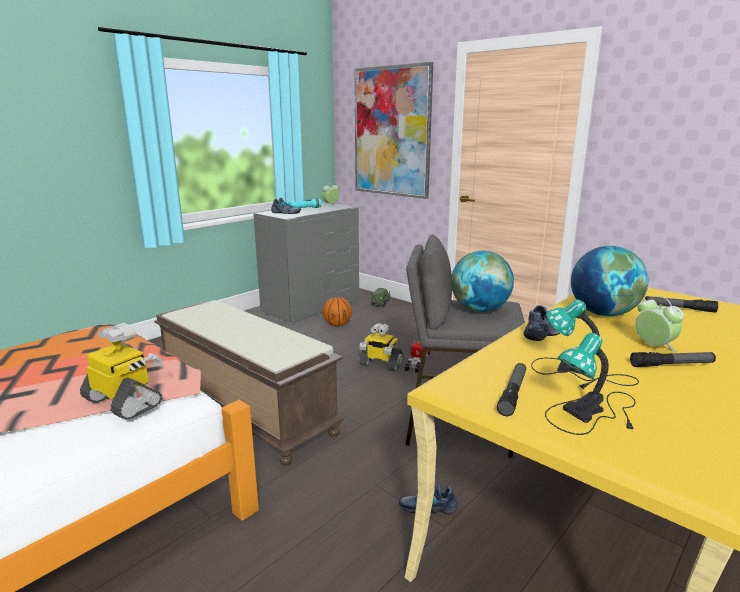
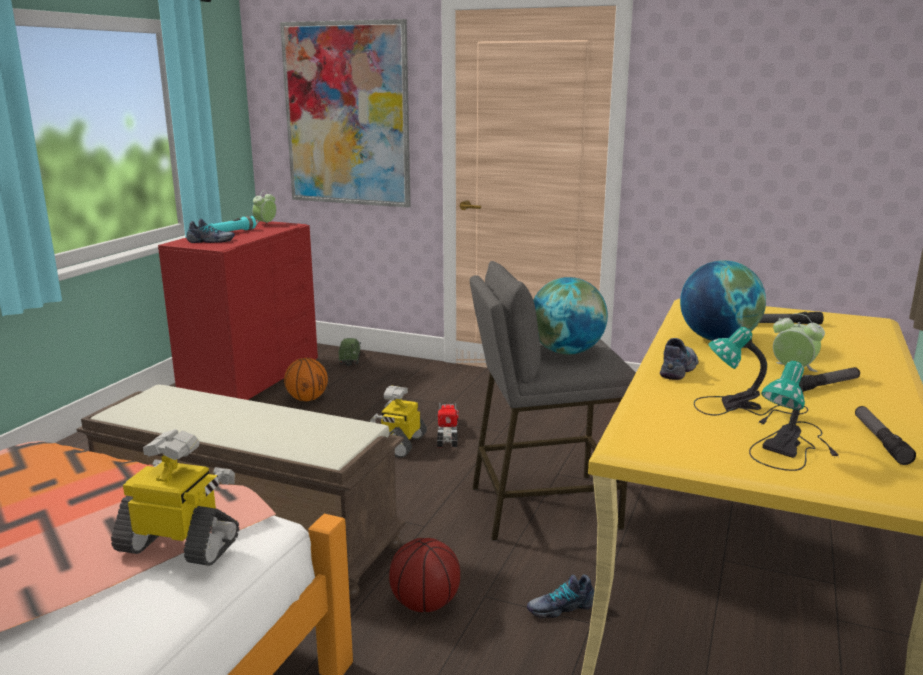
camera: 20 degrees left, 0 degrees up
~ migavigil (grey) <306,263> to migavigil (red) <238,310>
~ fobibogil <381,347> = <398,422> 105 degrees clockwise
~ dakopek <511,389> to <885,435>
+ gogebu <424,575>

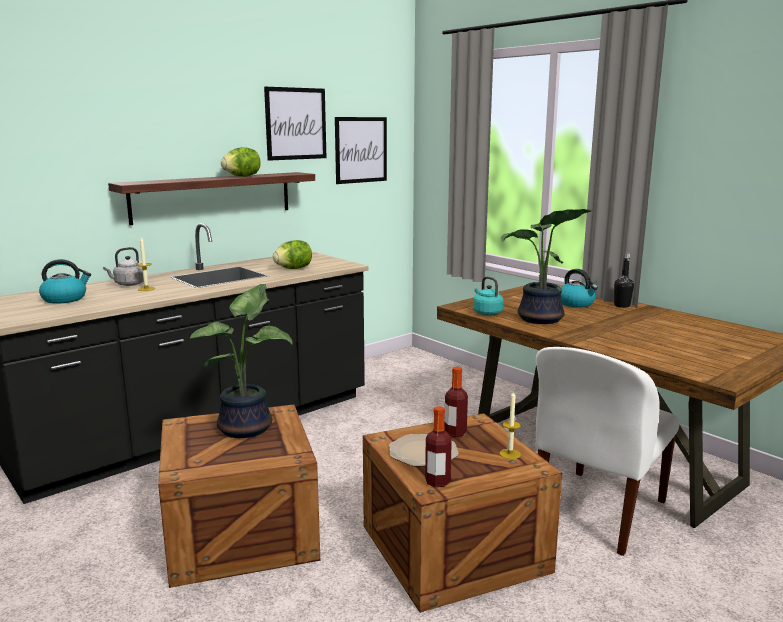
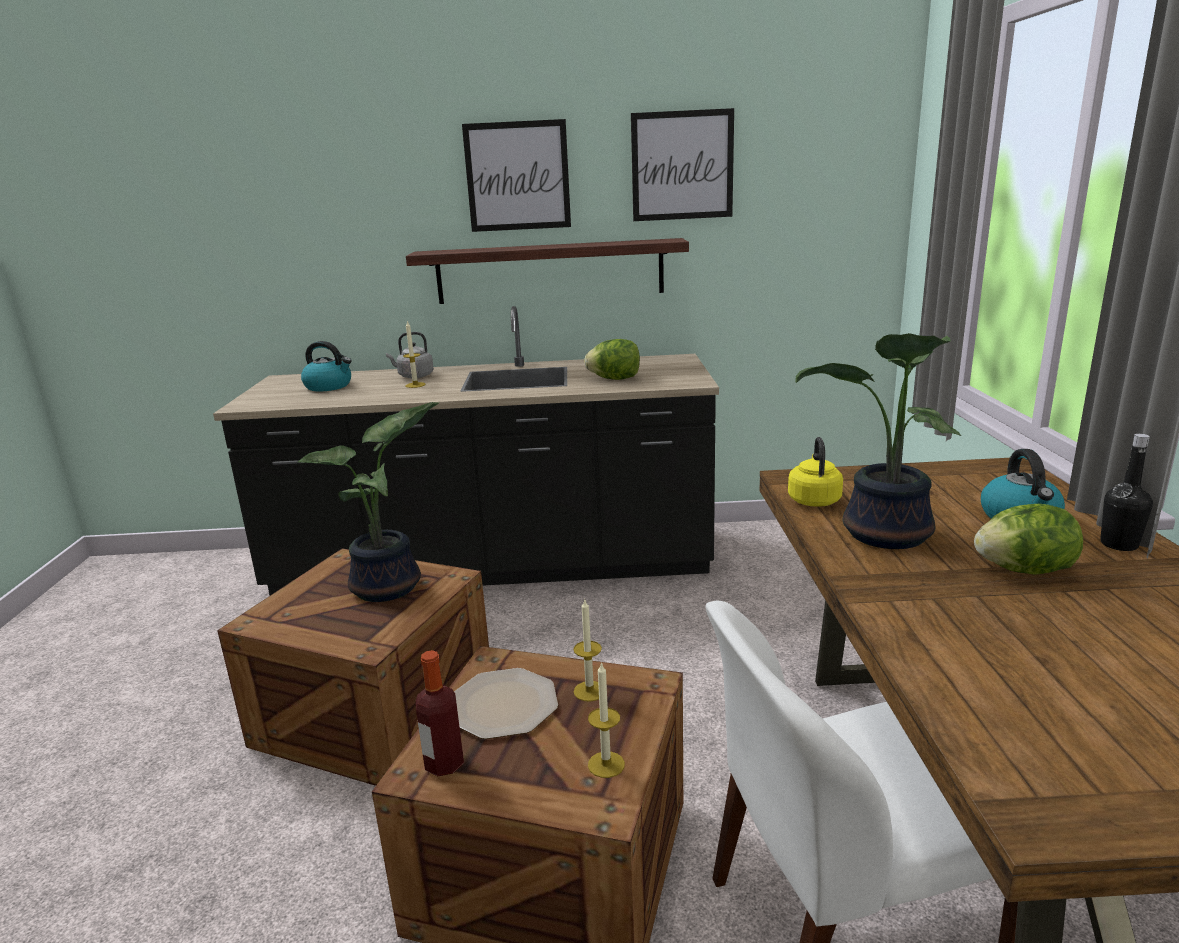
camera: 40 degrees right, 5 degrees up
~ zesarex <361,150> to <516,175>
~ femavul <241,162> to <1028,539>
~ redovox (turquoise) <488,295> to redovox (yellow) <815,472>
~ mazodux <456,402> to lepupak <587,651>

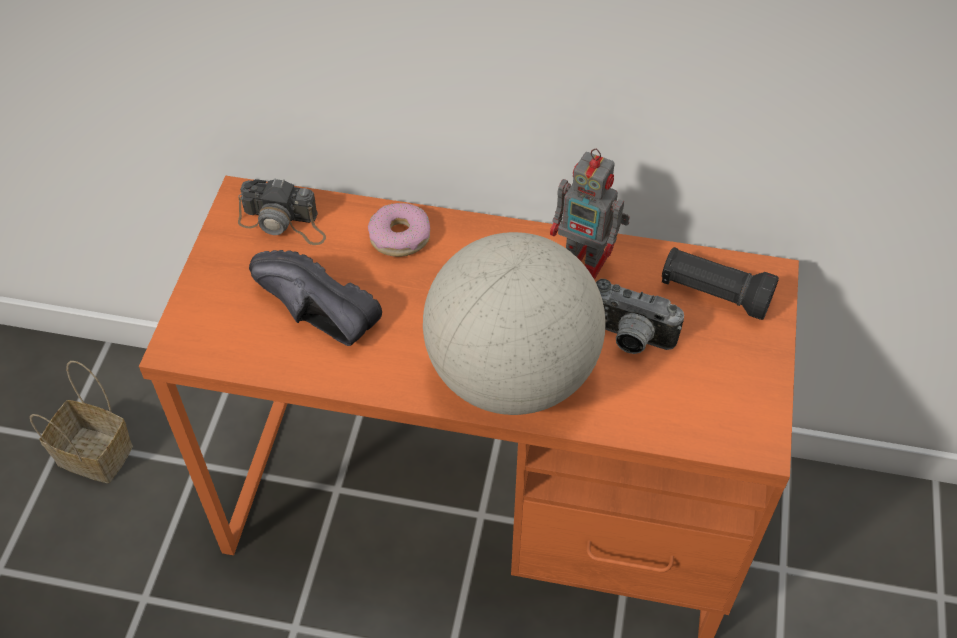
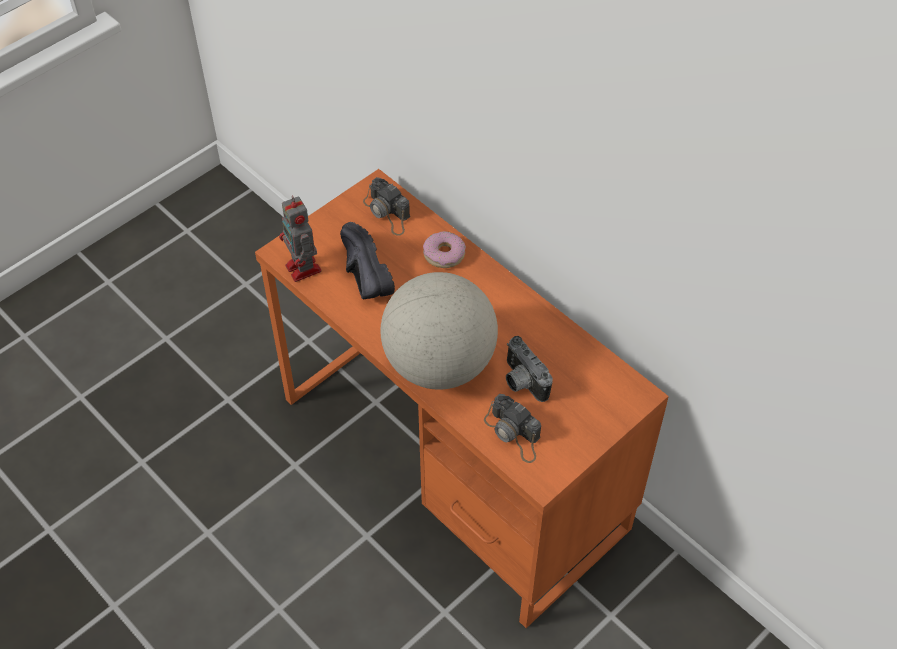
camera: 35 degrees right, 0 degrees up
~ fobibogil <590,214> to <300,238>
- dakopek (black) <720,283>
- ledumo <81,422>
+ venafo <512,428>

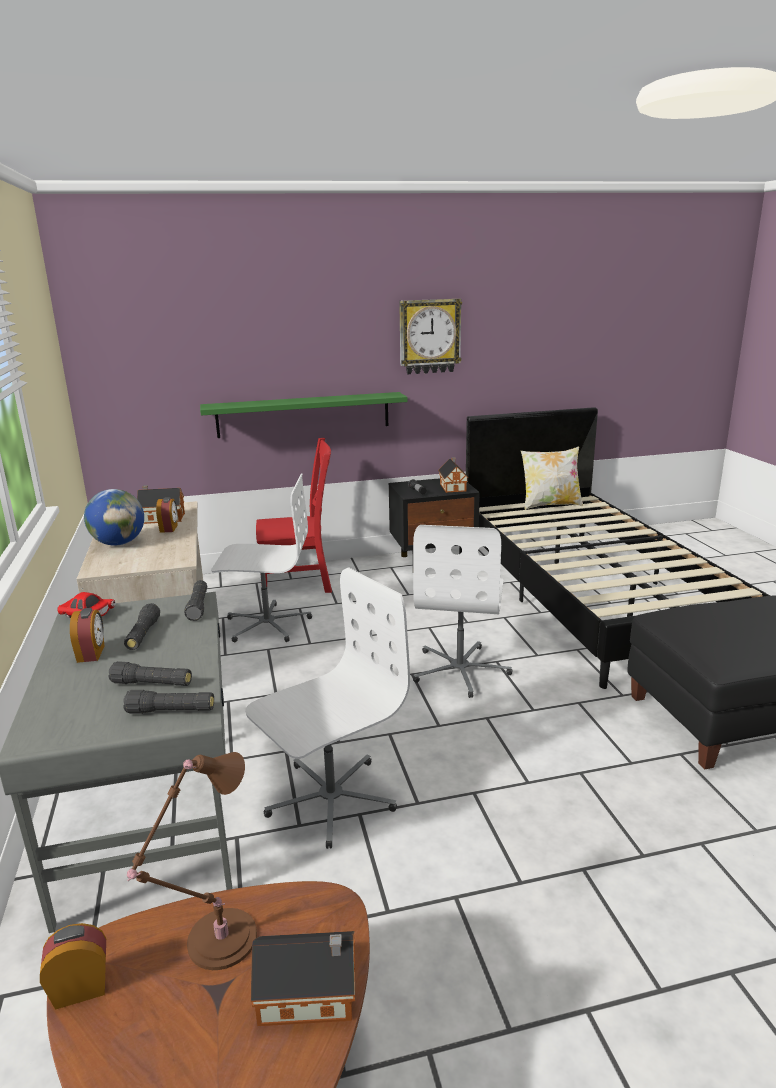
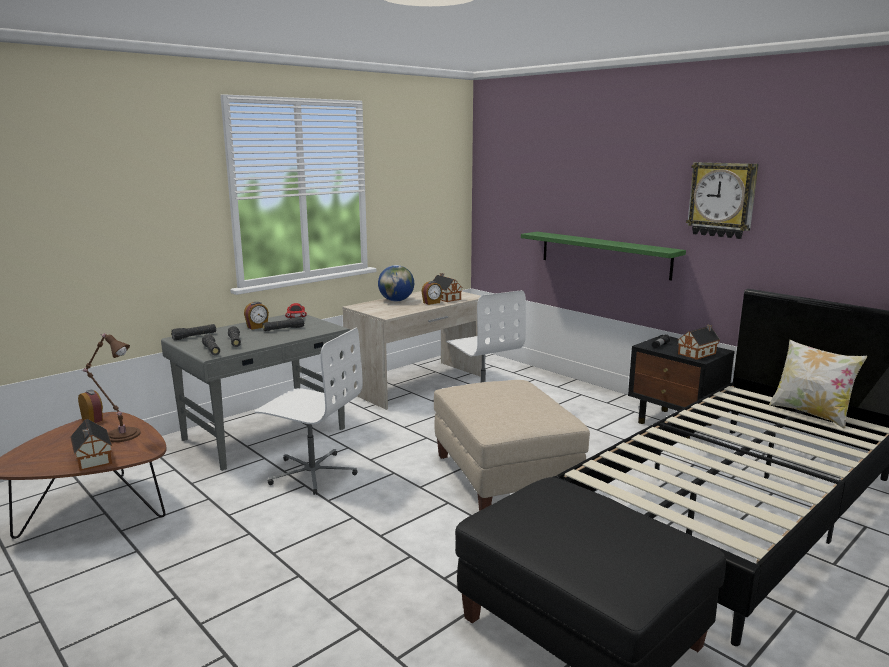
camera: 60 degrees right, 5 degrees down
- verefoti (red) <294,515>
~ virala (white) <462,611> to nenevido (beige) <512,445>
~ dakopek (black) <195,600> to <193,332>

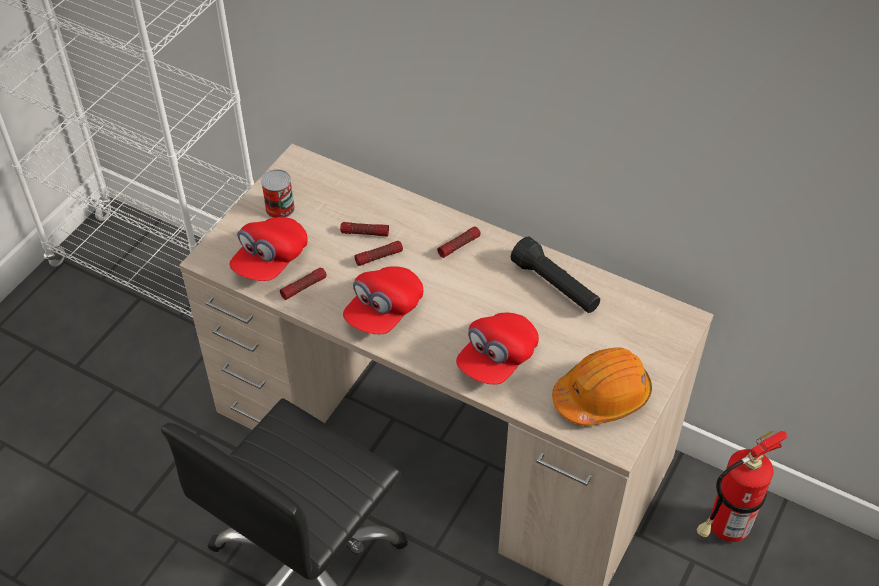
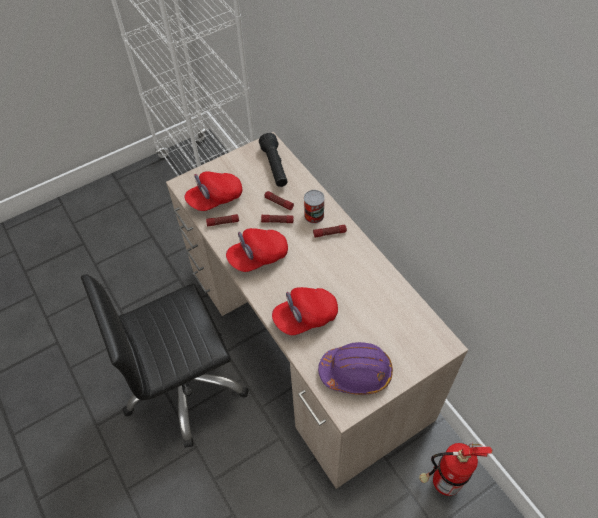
camera: 30 degrees right, 5 degrees up
~ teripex <278,193> to <314,207>
~ dakopek (black) <555,275> to <273,160>
~ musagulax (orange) <602,386> to musagulax (purple) <355,368>

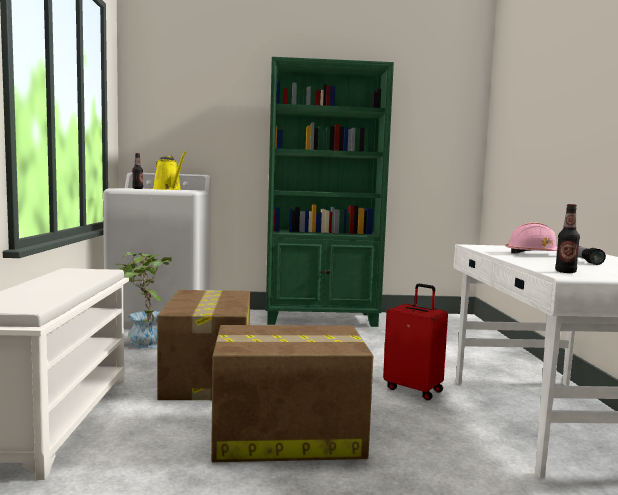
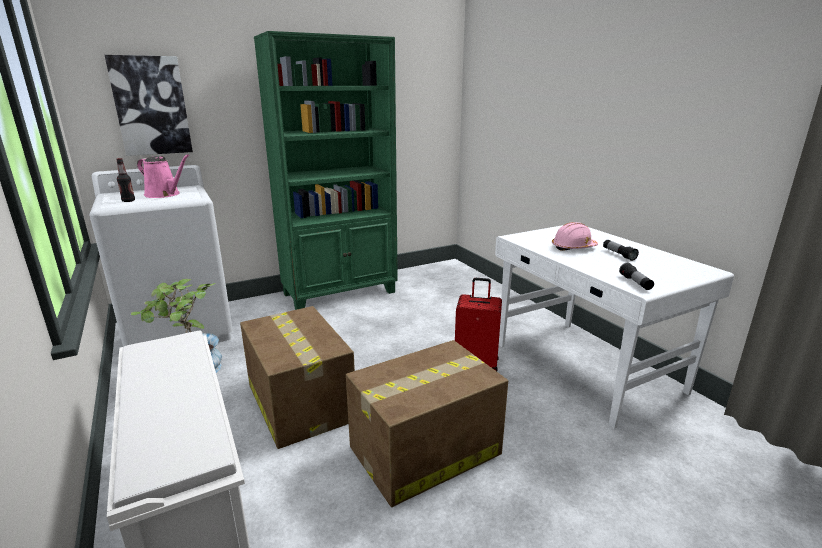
camera: 25 degrees left, 15 degrees up
~ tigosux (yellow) <169,171> to tigosux (pink) <163,176>
~ mazodux <567,238> to dakopek <636,276>
+ zesarex <149,105>

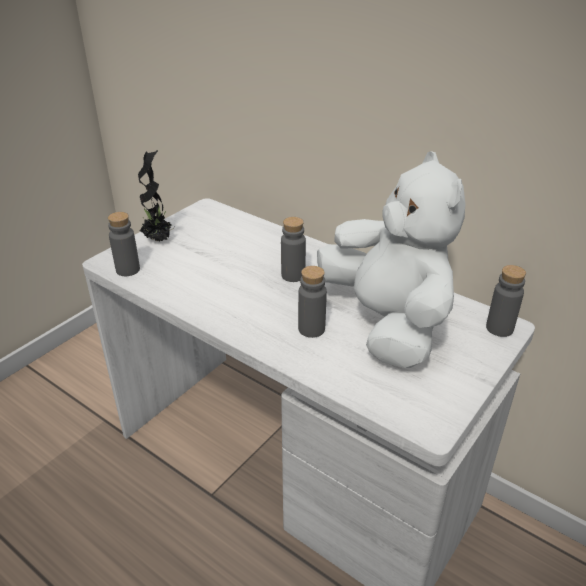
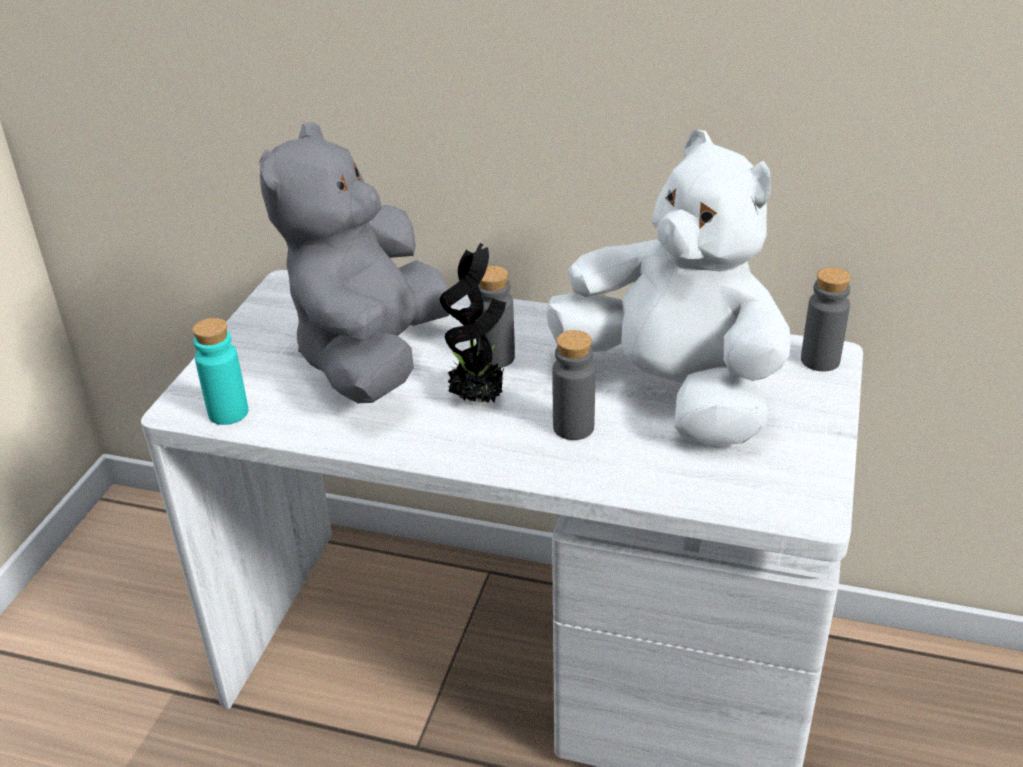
camera: 20 degrees left, 0 degrees up
~ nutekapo <156,196> to <473,323>
~ mazodux (grey) <124,244> to mazodux (turquoise) <220,371>
+ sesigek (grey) <355,262>

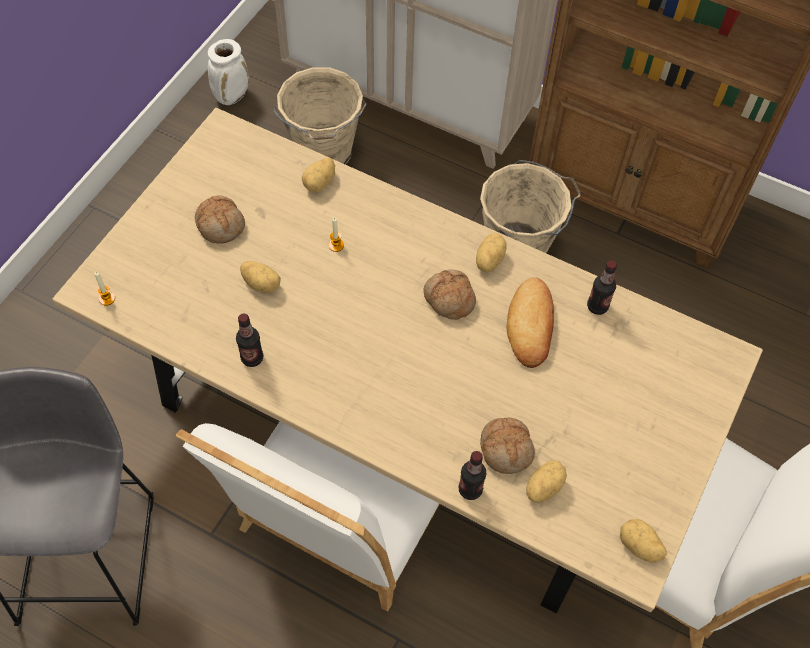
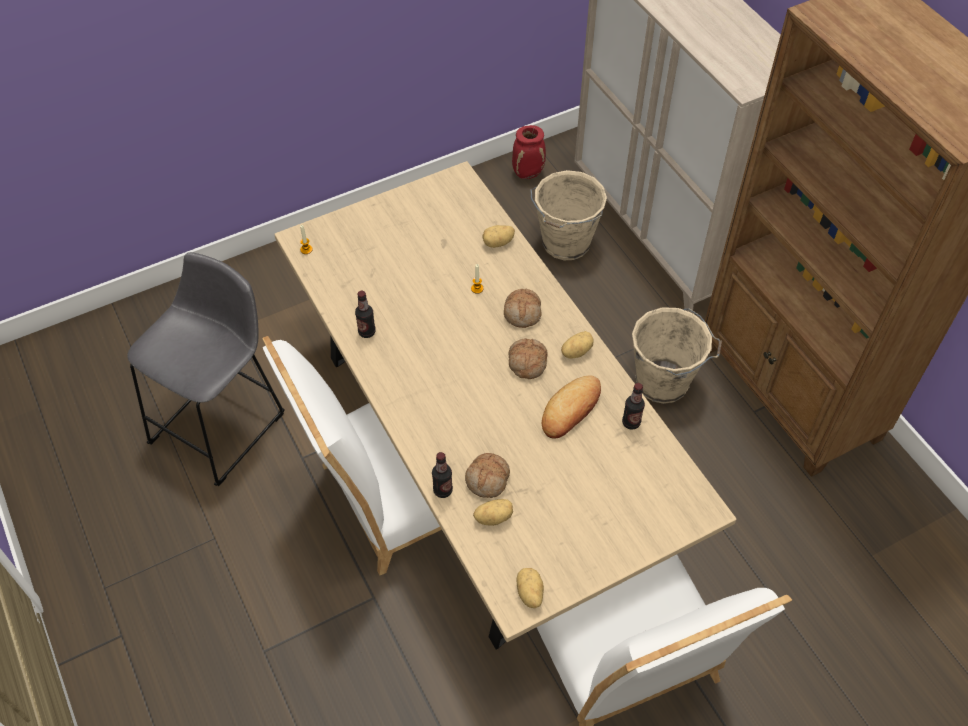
camera: 35 degrees right, 5 degrees down
~ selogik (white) <228,72> to selogik (red) <529,152>
~ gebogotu <220,219> to <522,308>
- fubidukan <260,277>

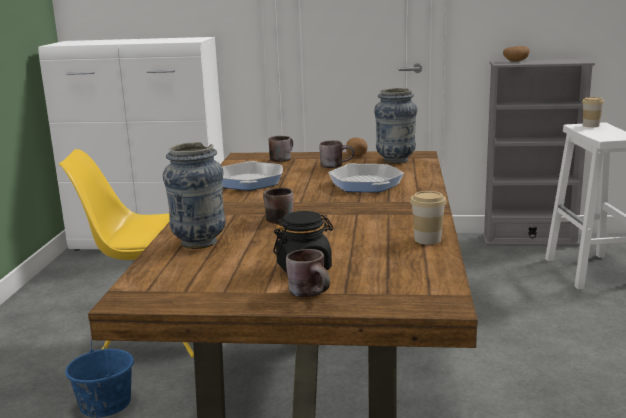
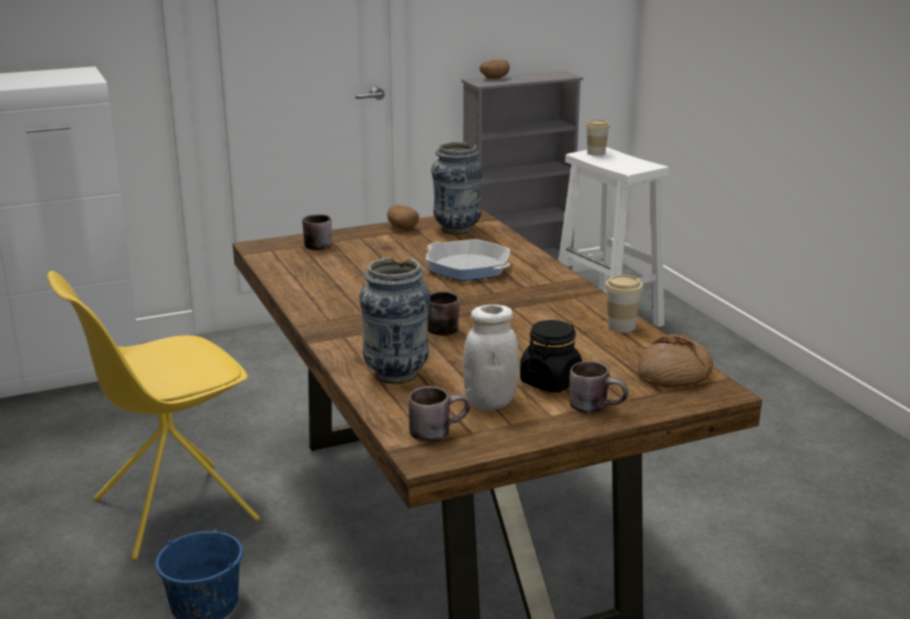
camera: 30 degrees left, 5 degrees up
~ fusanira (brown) <337,154> to <439,414>
- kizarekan <252,175>
+ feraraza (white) <491,357>
+ gebogotu <675,361>

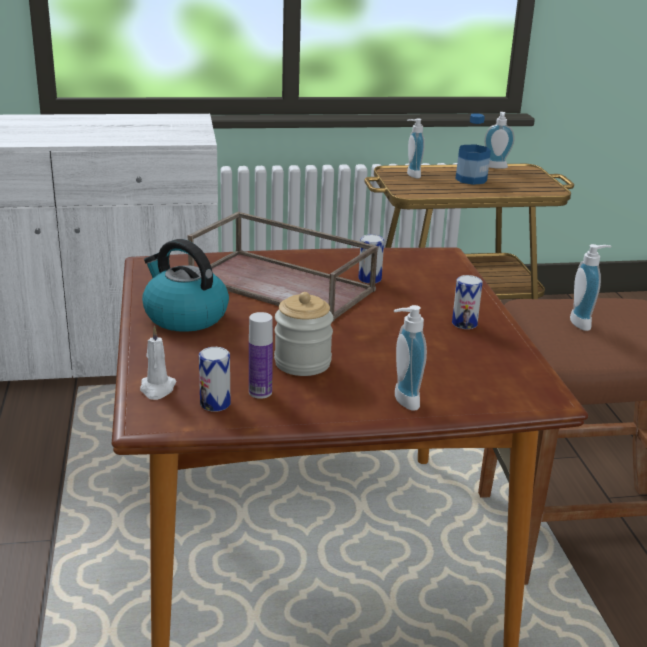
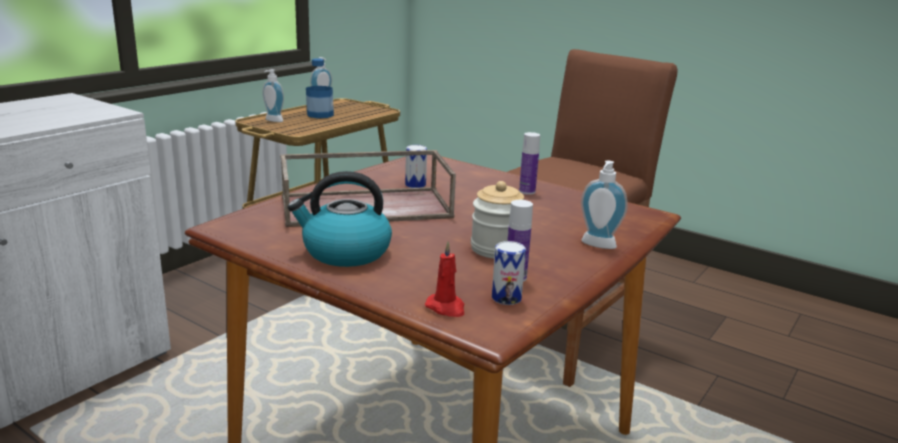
camera: 45 degrees left, 5 degrees down
- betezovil <590,287>
~ teripex <467,302> to mazodux <529,163>
~ lepupak (white) <158,363> to lepupak (red) <444,279>

